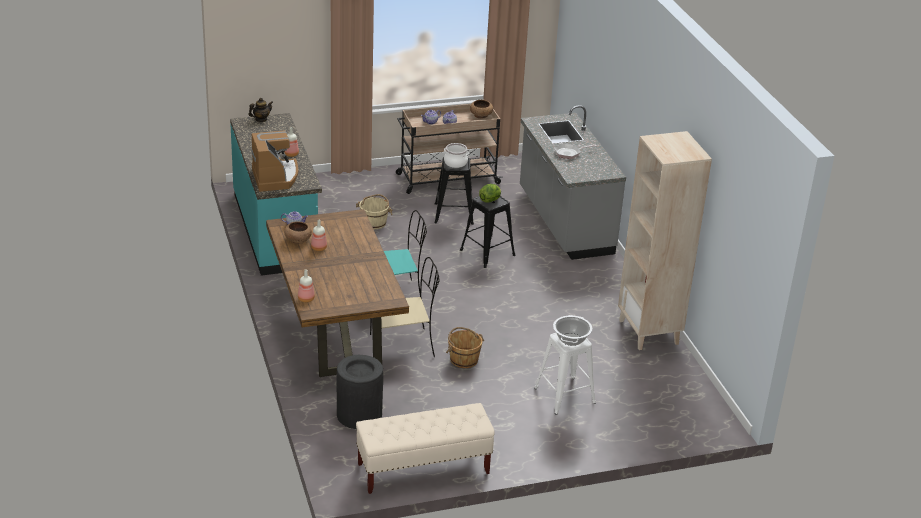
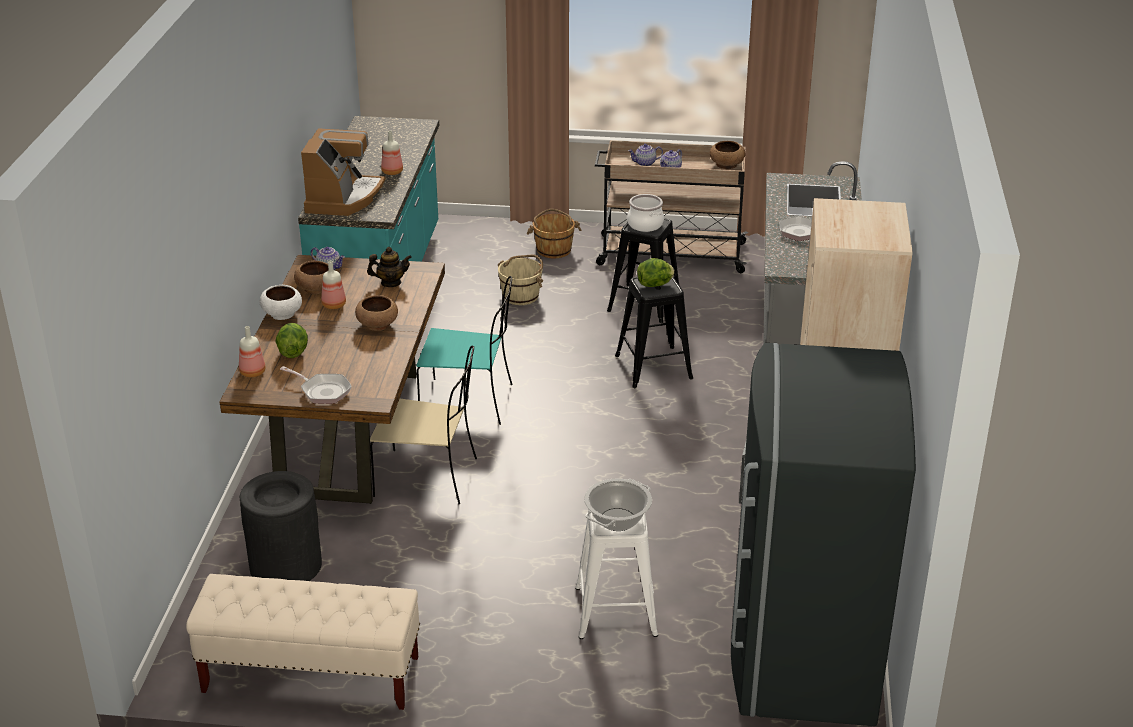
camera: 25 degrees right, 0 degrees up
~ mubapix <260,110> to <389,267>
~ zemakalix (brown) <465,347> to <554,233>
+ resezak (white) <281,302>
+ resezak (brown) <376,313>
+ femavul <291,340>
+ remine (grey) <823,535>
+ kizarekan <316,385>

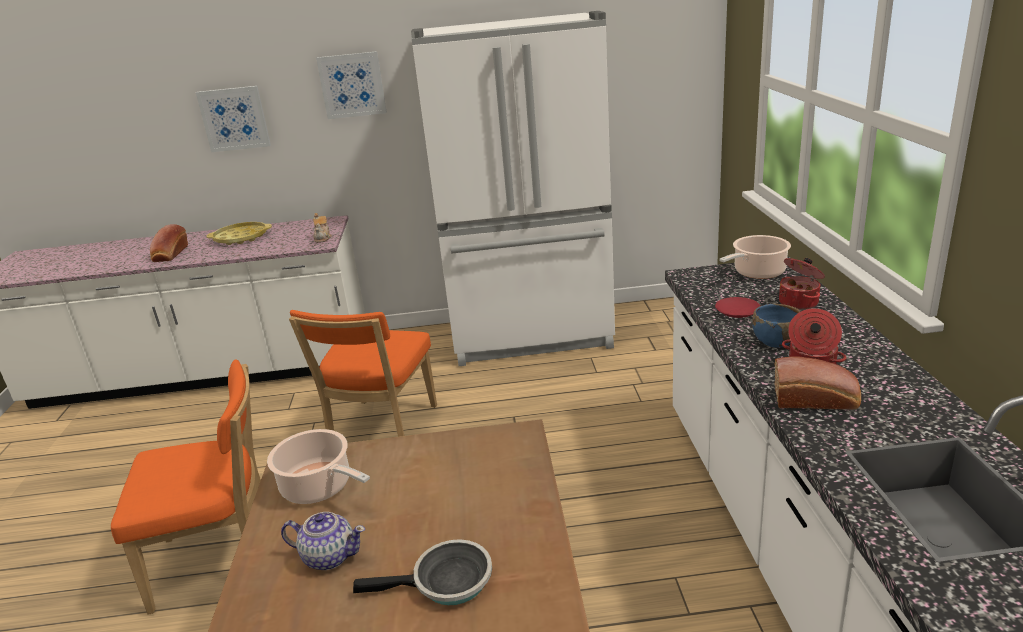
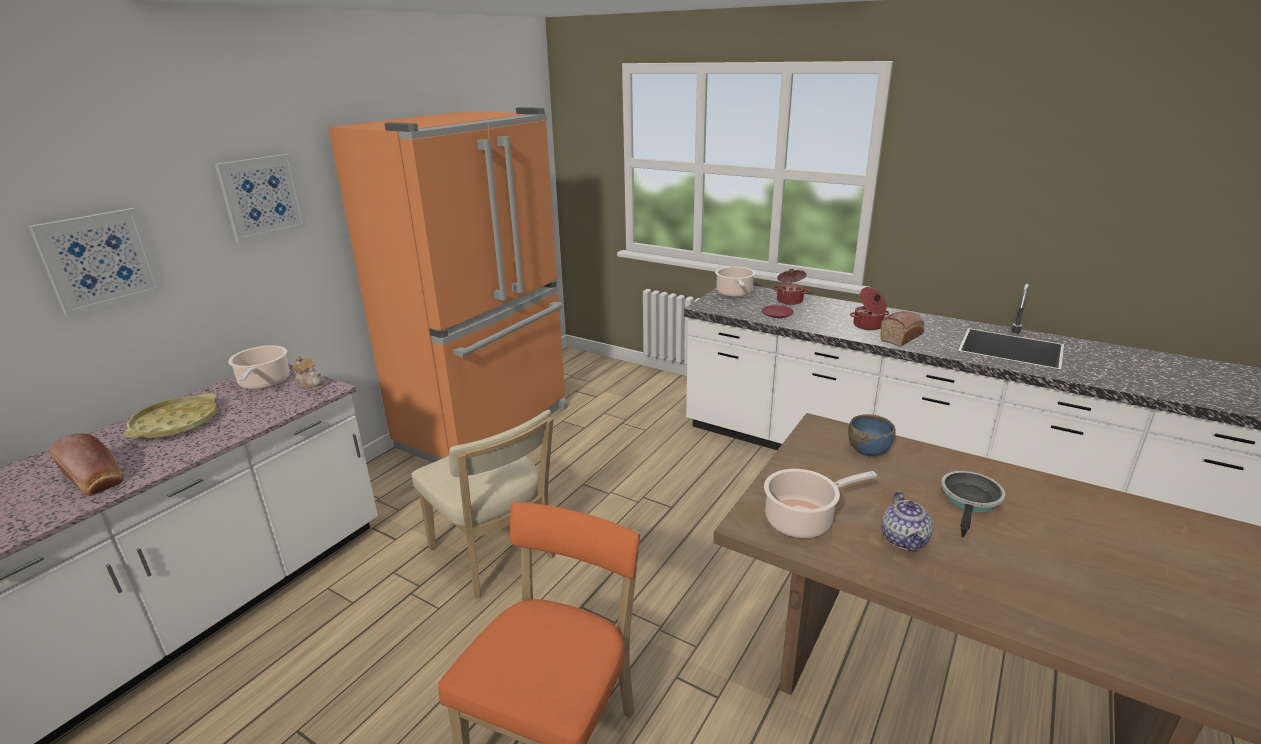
camera: 55 degrees left, 0 degrees up
~ remine (white) <513,188> to remine (orange) <448,285>
~ resezak (blue) <776,326> to <871,435>
~ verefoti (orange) <363,373> to verefoti (beige) <483,504>
~ mubapix <323,541> = <907,521> 135 degrees clockwise
+ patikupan <259,367>

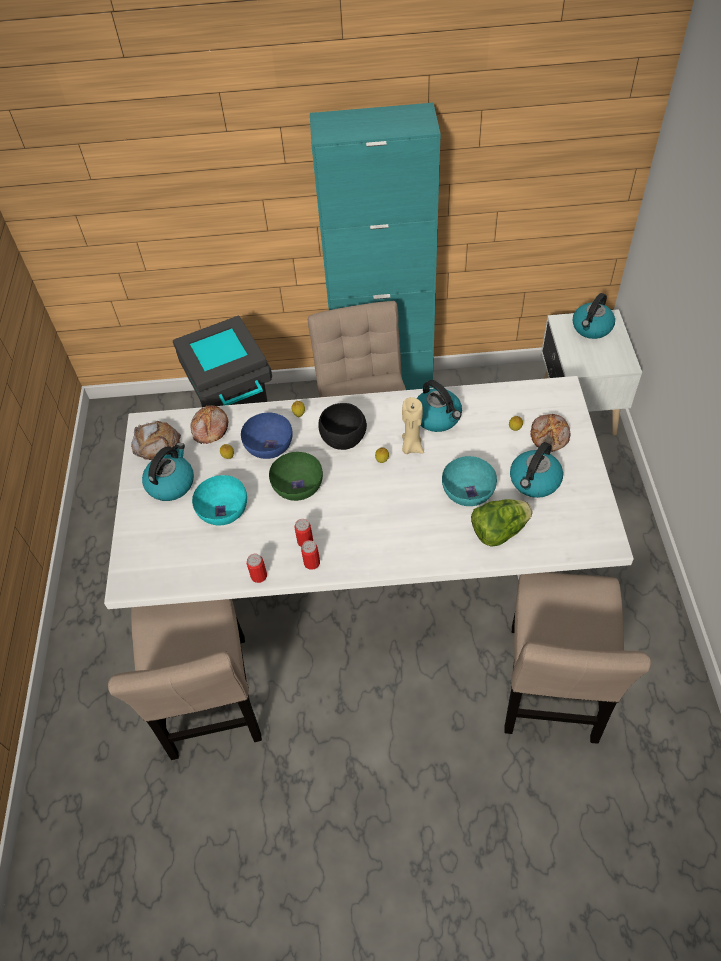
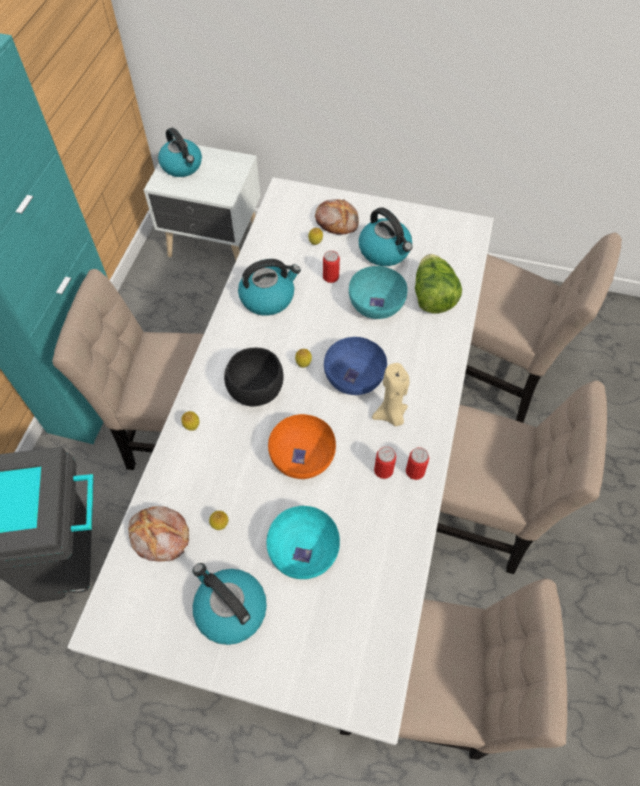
camera: 75 degrees left, 5 degrees up
~ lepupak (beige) <413,425> to <391,394>
~ resezak (blue) <267,435> to <355,366>
- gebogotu <156,440>
~ resezak (green) <296,476> to resezak (orange) <302,446>
~ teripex <257,568> to <331,266>
+ verefoti (beige) <521,477>

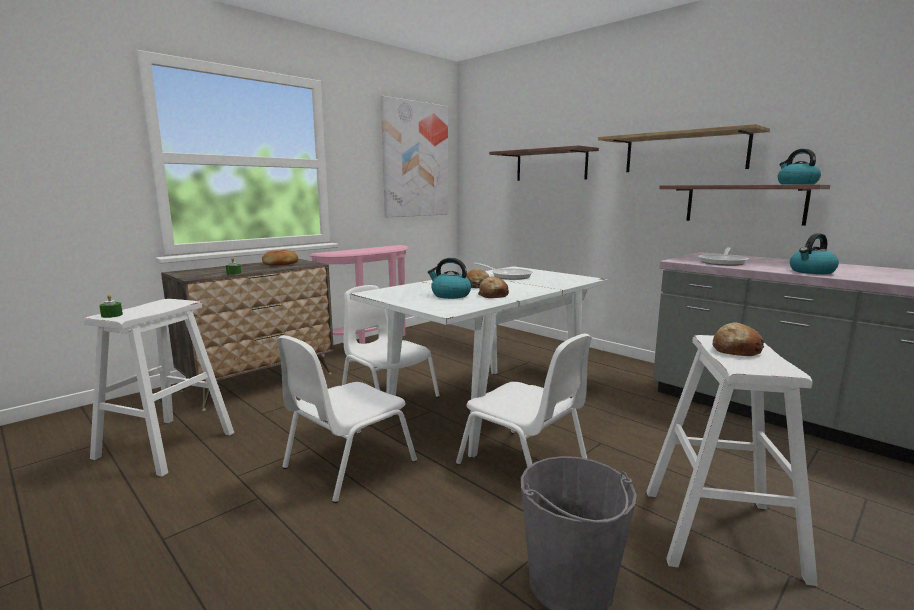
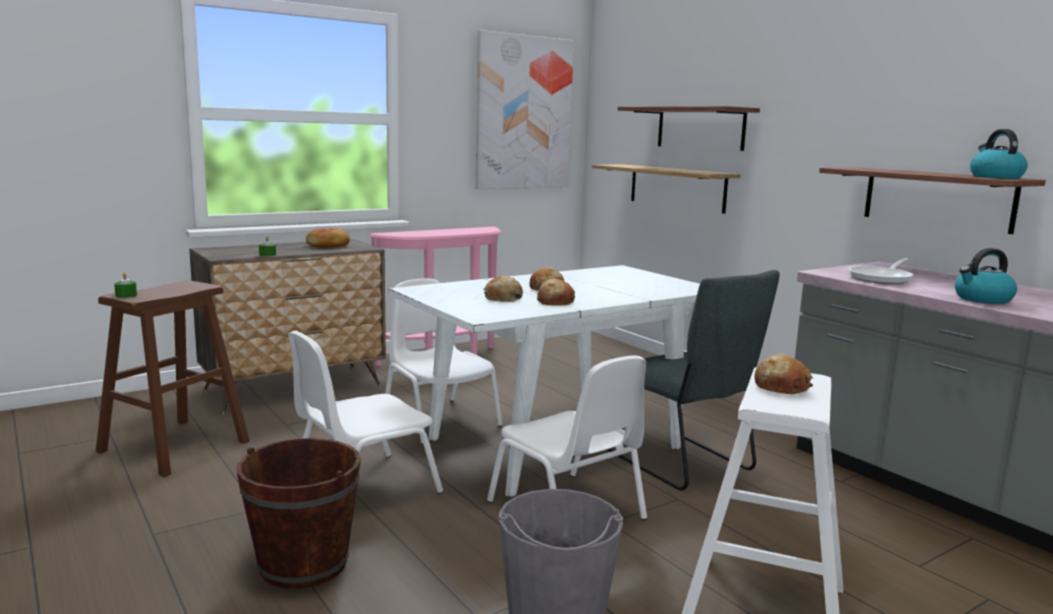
camera: 10 degrees right, 0 degrees up
~ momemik <684,148> to <666,189>
~ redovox <449,278> to gebogotu <503,289>
- kizarekan <503,271>
~ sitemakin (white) <159,388> to sitemakin (brown) <173,379>
+ verefoti (grey) <693,380>
+ zemakalix (brown) <299,513>

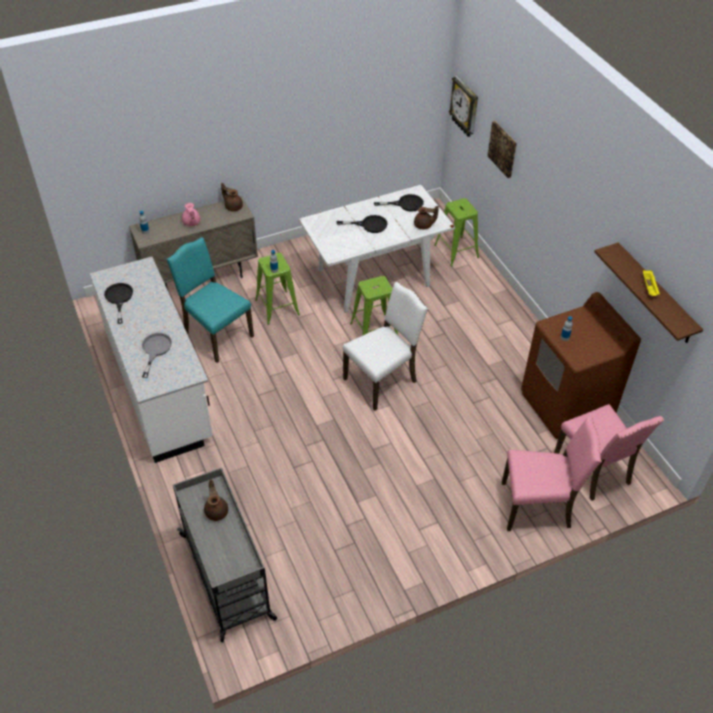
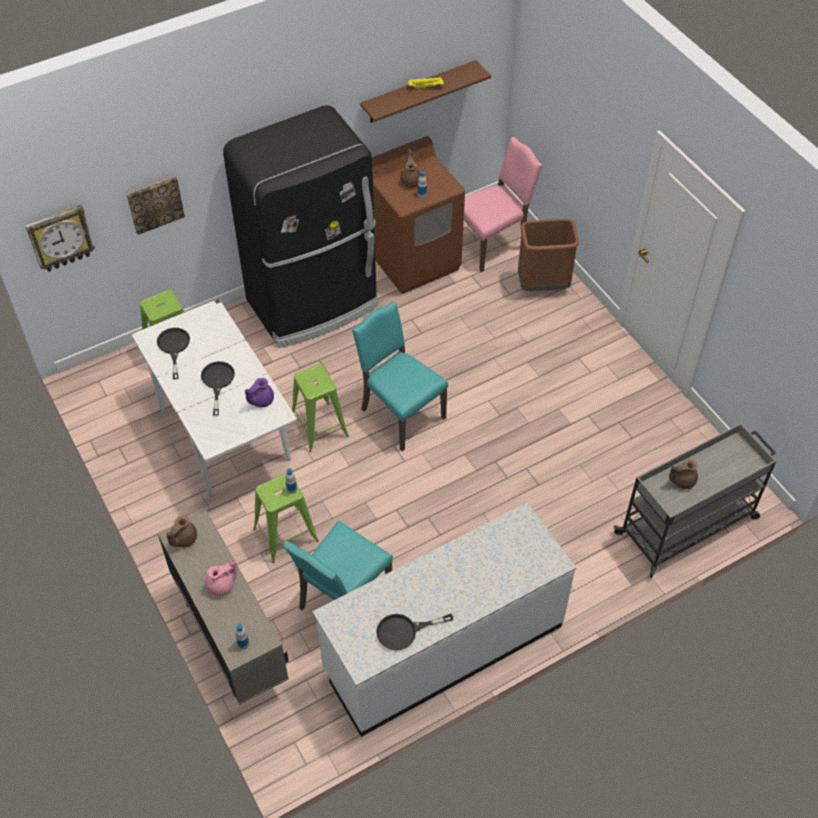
camera: 95 degrees left, 5 degrees up
~ mubapix (brown) <426,217> to <410,168>
~ verefoti (white) <385,346> to verefoti (turquoise) <400,376>
- kizarekan (grey) <157,355>
~ verefoti (pink) <552,474> to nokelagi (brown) <548,255>
+ remine (black) <300,226>
+ mubapix (purple) <259,393>

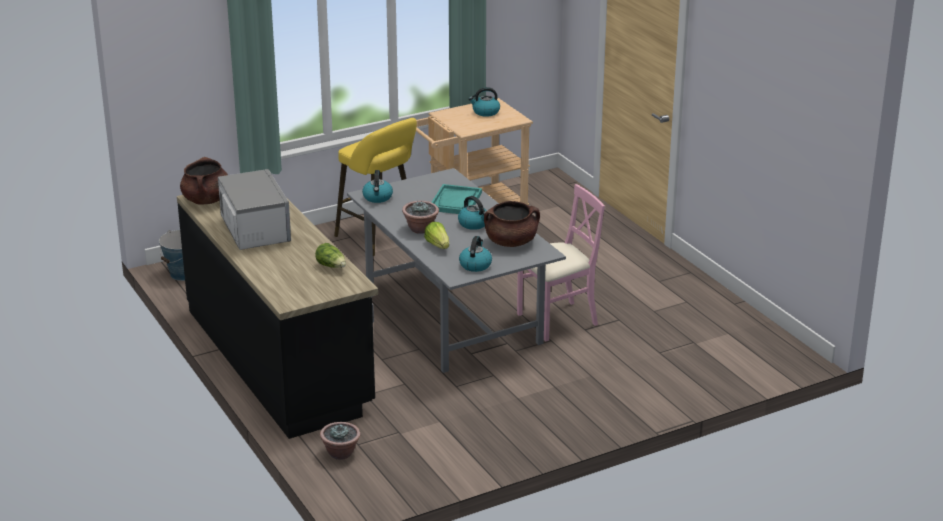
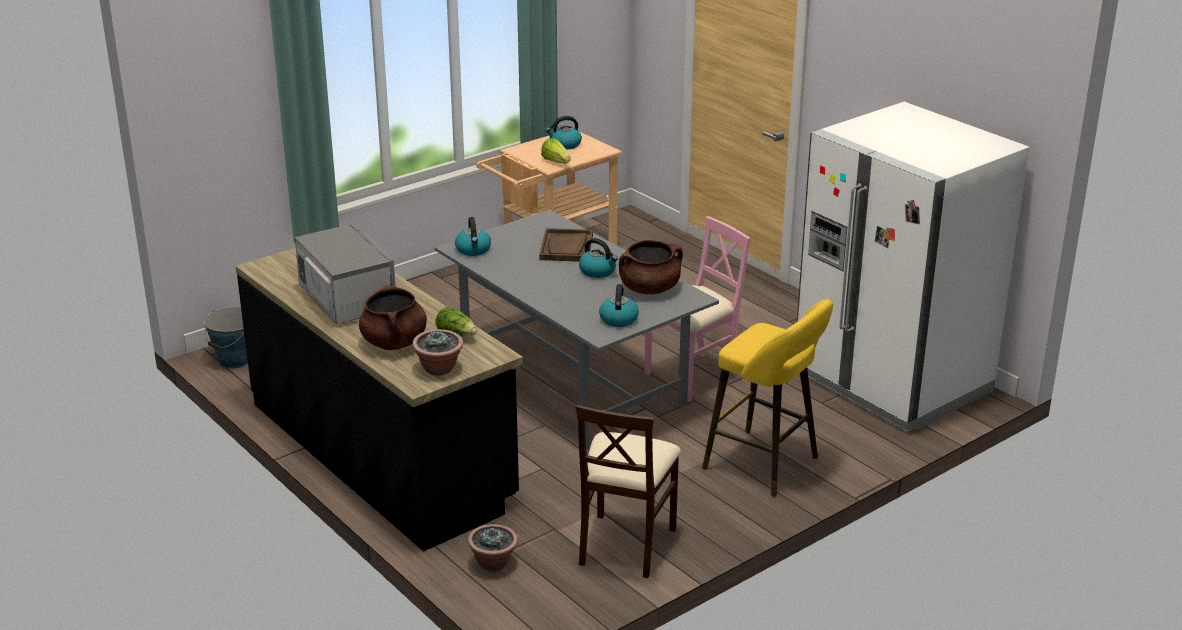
camera: 10 degrees left, 0 degrees up
~ sitemakin (yellow) <375,187> to <767,398>
~ patikupan (brown) <204,181> to <393,317>
~ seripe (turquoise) <457,199> to seripe (brown) <566,245>
~ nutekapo <420,217> to <437,352>
~ femavul <436,235> to <556,151>
+ remine (white) <913,267>
+ verefoti (beige) <628,491>

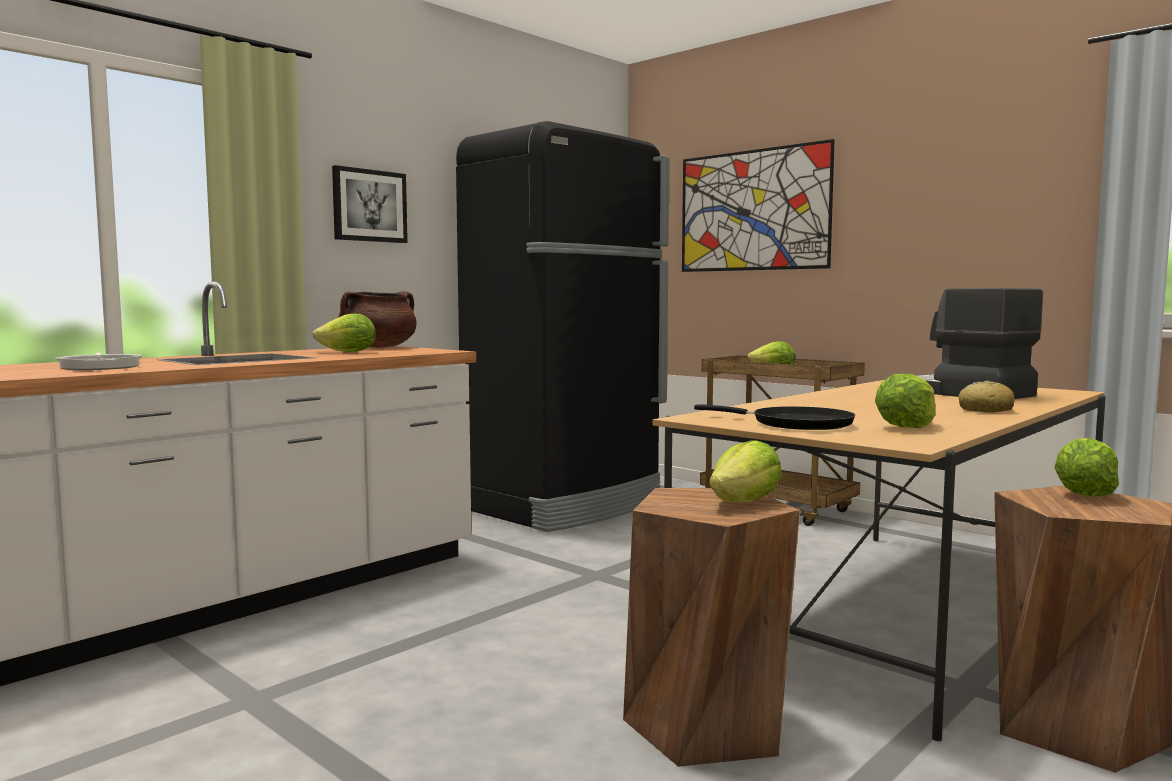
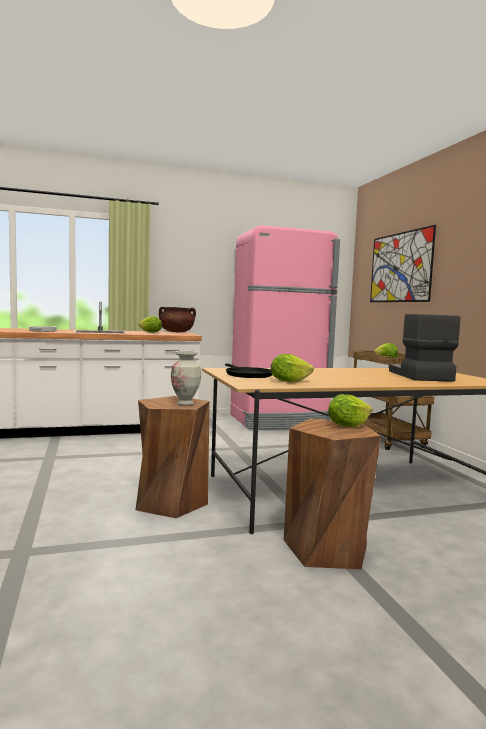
camera: 30 degrees right, 0 degrees up
~ remine (black) <562,326> to remine (pink) <285,327>
- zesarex <370,204>
- gebogotu <986,397>
~ femavul <745,471> to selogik <186,378>

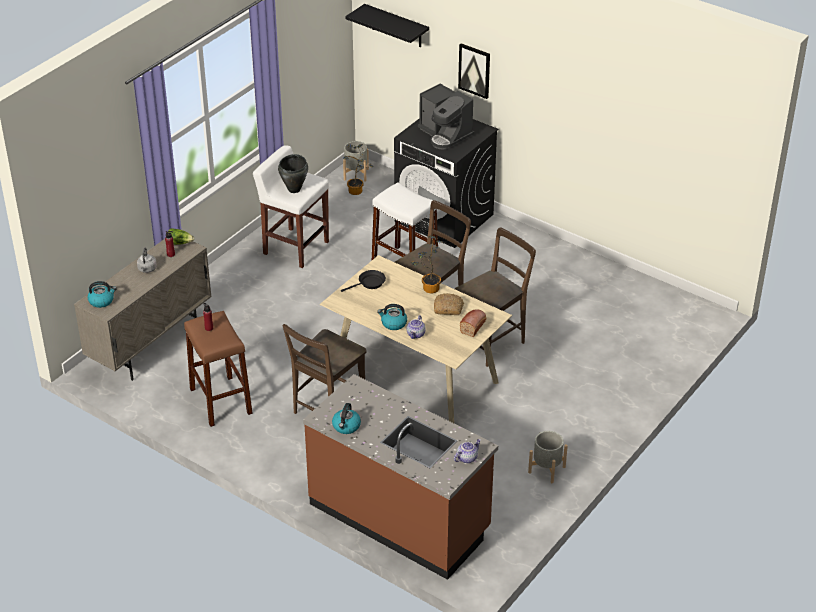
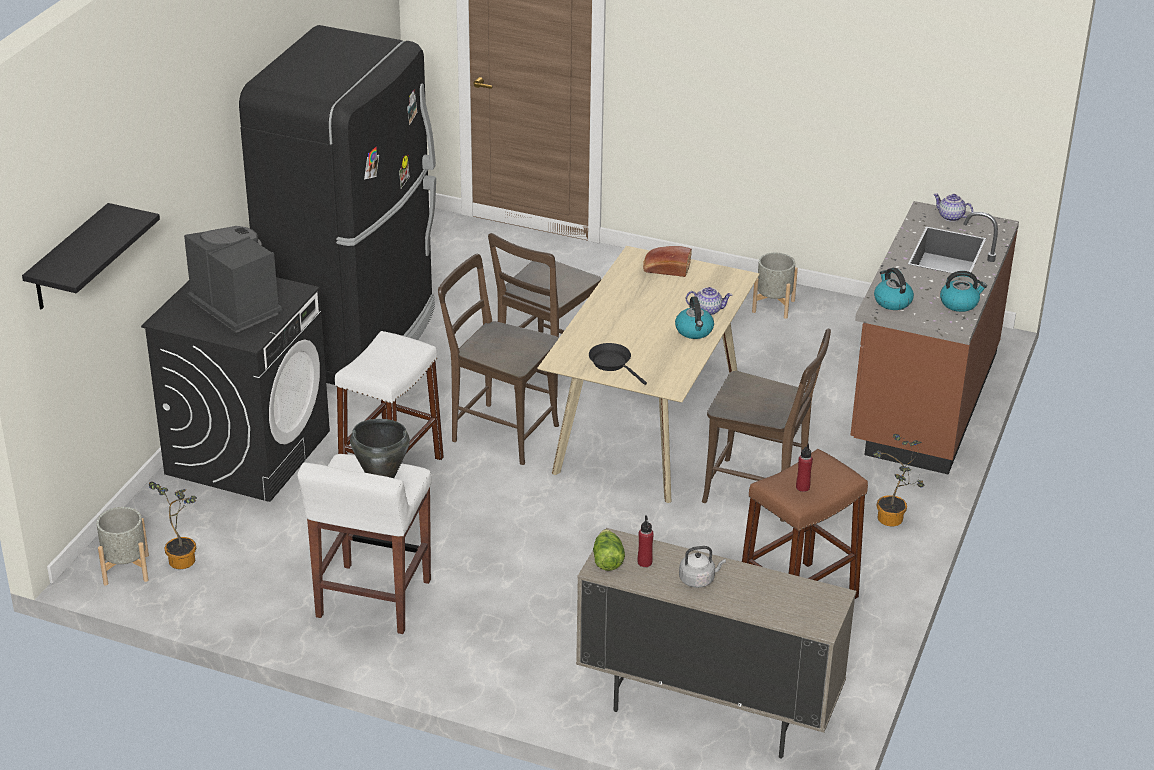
camera: 105 degrees left, 5 degrees down
- zesarex <474,71>
~ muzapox <446,117> = <233,279> 75 degrees counterclockwise
~ verefoti (brown) <495,297> = <544,313> 90 degrees counterclockwise
~ nutekapo <427,264> to <899,480>
~ redovox <102,294> to <894,289>
- gebogotu <449,304>
+ remine (black) <337,205>

